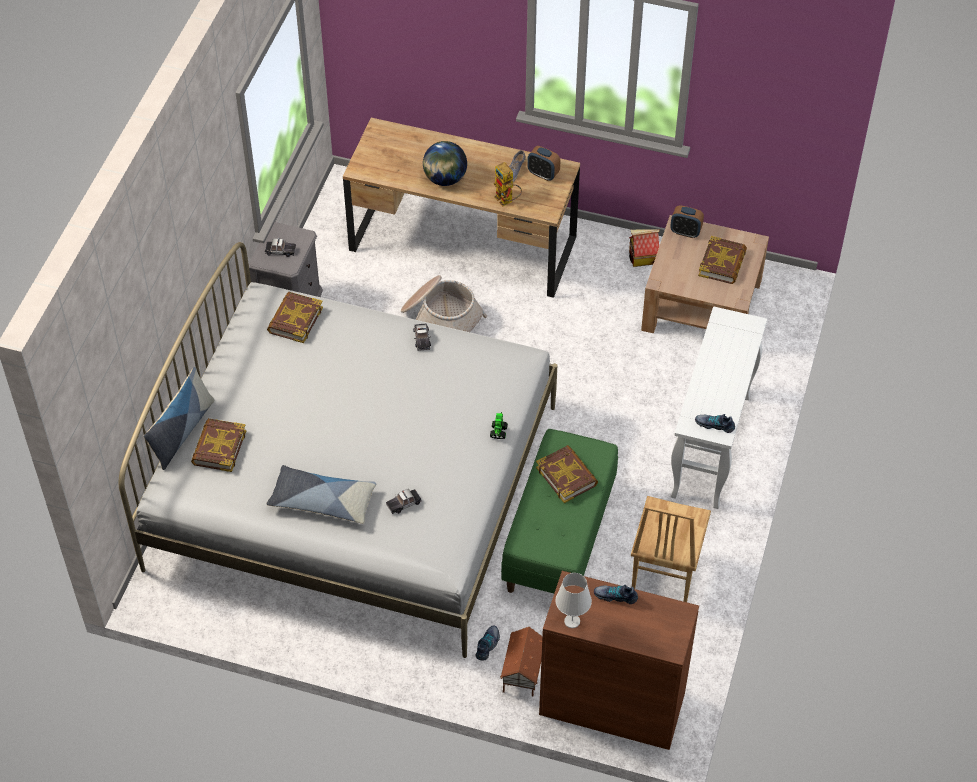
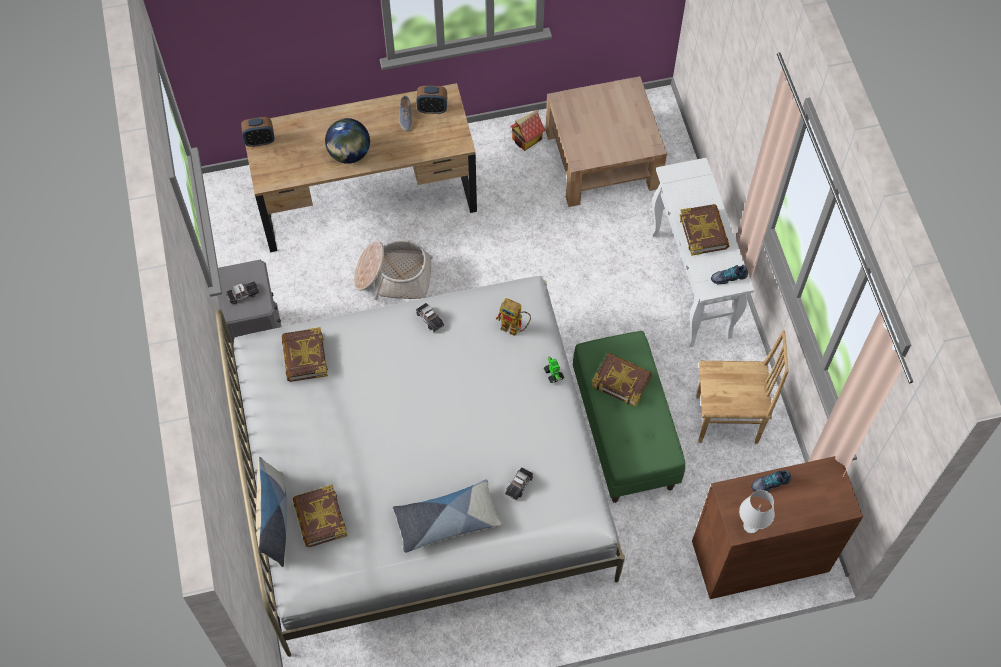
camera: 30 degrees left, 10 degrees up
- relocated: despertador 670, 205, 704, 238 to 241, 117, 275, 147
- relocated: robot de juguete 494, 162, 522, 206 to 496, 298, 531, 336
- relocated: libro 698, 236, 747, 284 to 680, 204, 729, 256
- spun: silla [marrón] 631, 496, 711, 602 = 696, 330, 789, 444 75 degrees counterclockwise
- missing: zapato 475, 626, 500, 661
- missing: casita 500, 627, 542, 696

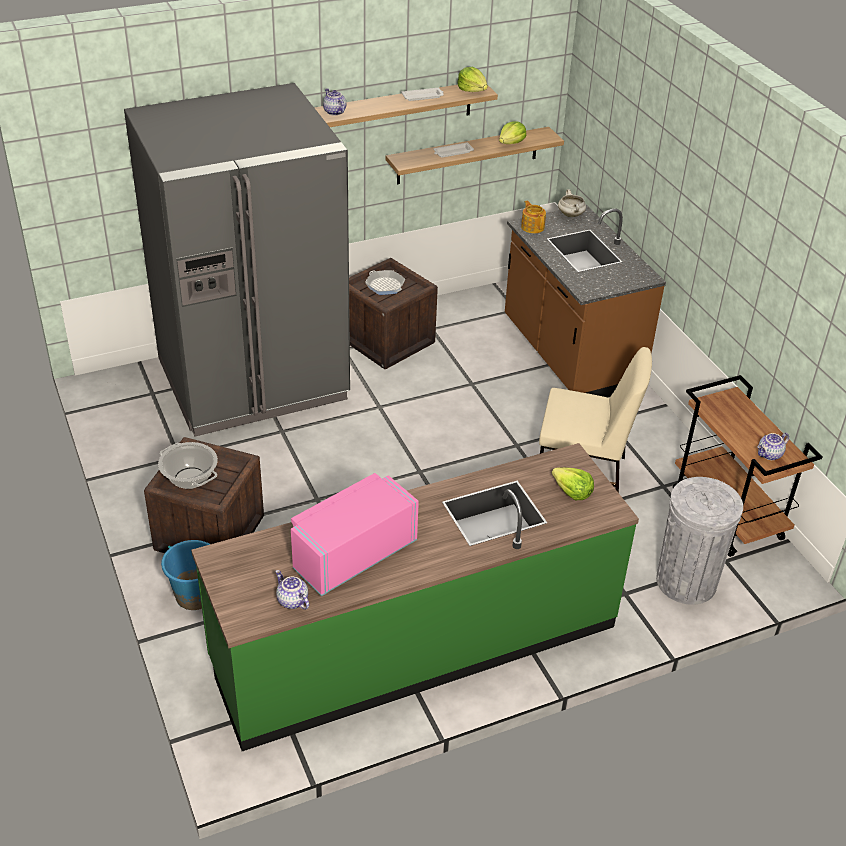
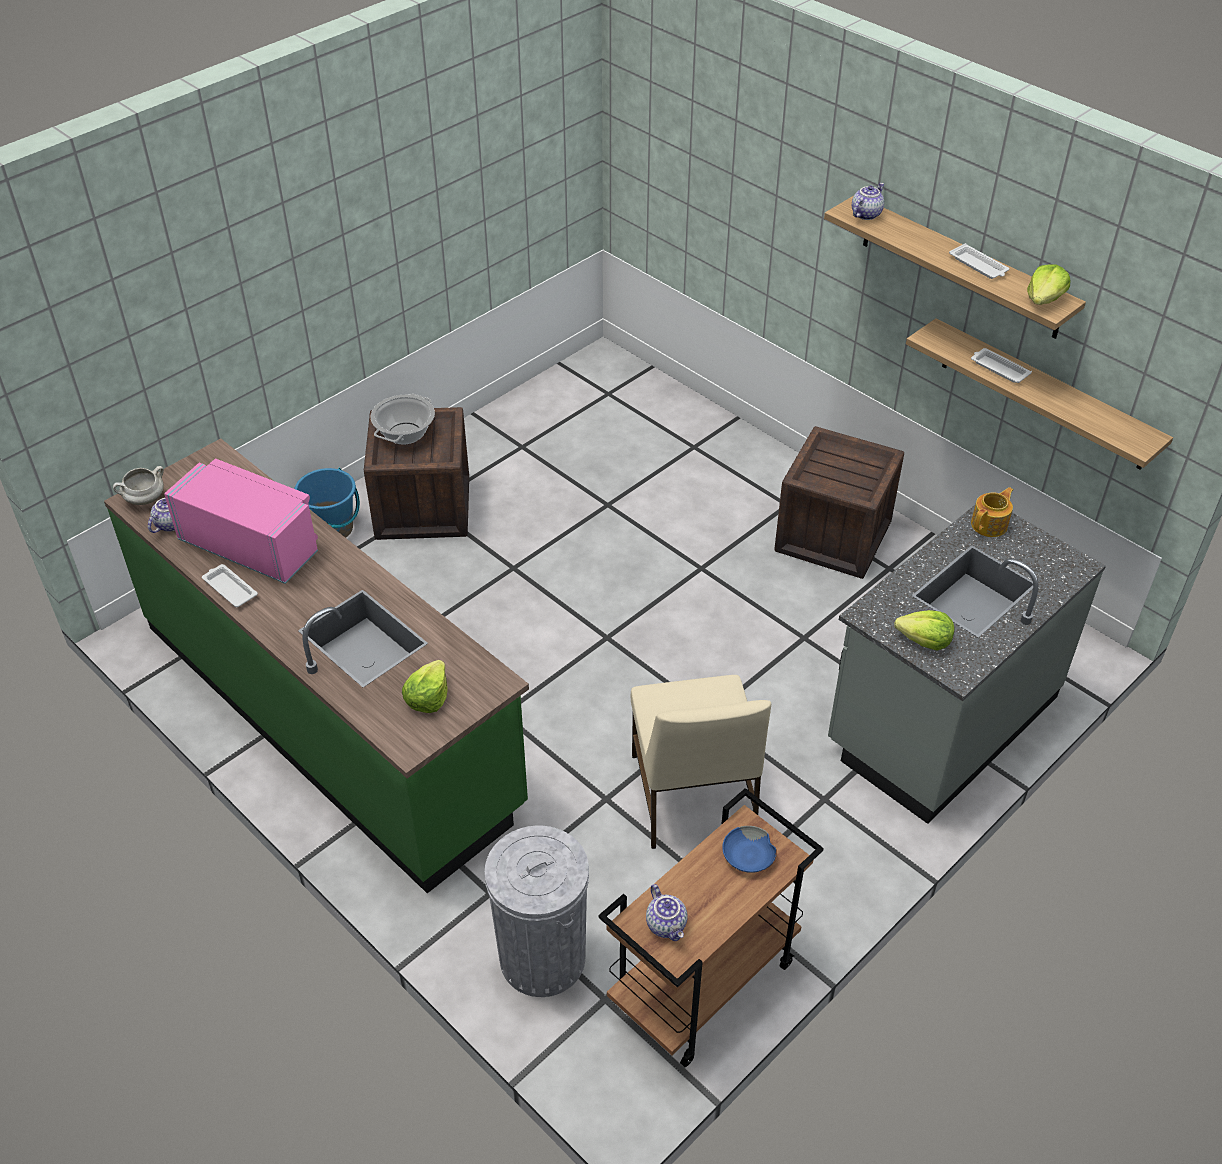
camera: 70 degrees right, 5 degrees up
- relocated: olla [blanco] 558, 189, 586, 217 to 113, 466, 164, 505
- appeared: bandeja [blanco] 202, 564, 258, 607
- spun: tetera 757, 433, 789, 460 = 646, 884, 687, 941 150 degrees counterclockwise
- appeared: cuenco [azul] 722, 826, 777, 873
- colour: mueble bajo de cocina [marrón] 505, 205, 666, 397 to mueble bajo de cocina [gris] 828, 505, 1106, 824
- relocated: lechuga 499, 121, 526, 144 to 894, 610, 954, 651
- missing: nevera [gris] 124, 83, 350, 437
- missing: sartén 365, 270, 405, 295

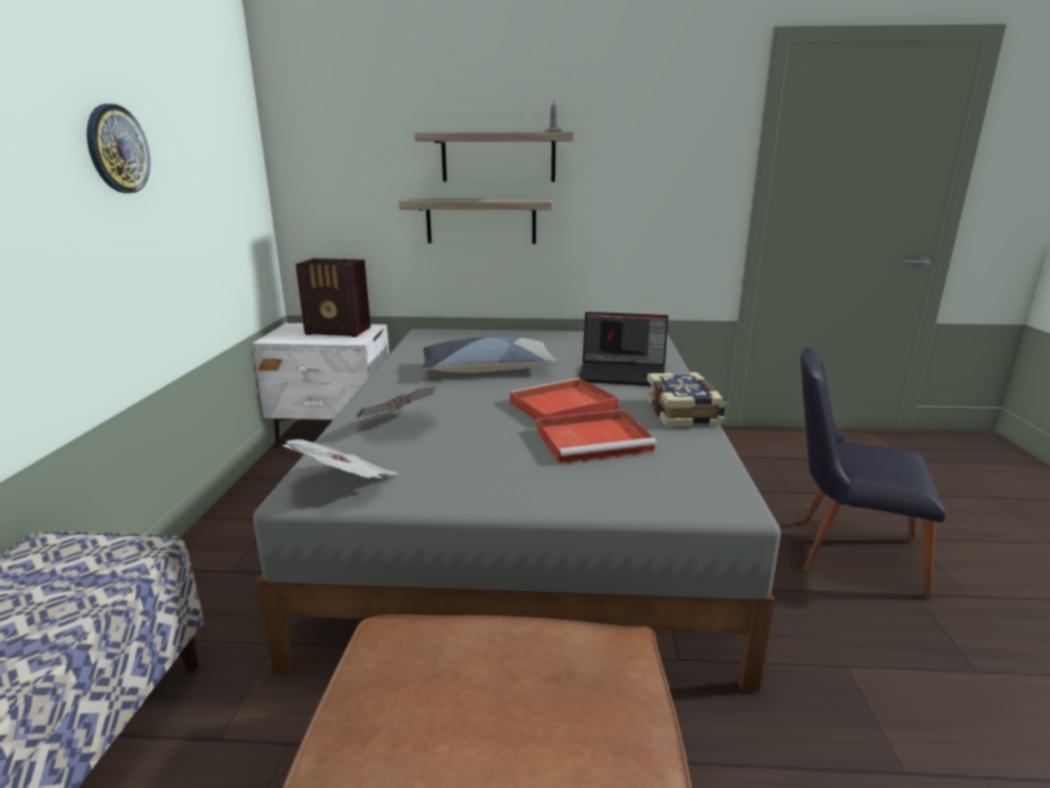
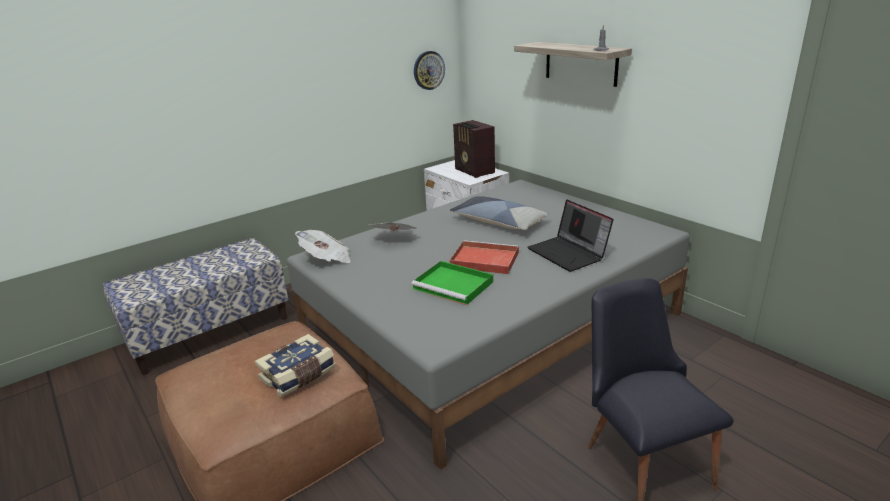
camera: 50 degrees right, 5 degrees up
- relocated: libro 646, 372, 726, 427 to 255, 334, 335, 397
- colour: bandeja [rojo] 536, 409, 657, 464 to bandeja [verde] 411, 261, 493, 305
- relocated: reloj de pared 87, 104, 150, 193 to 414, 51, 445, 90
- missing: estante 399, 198, 553, 244

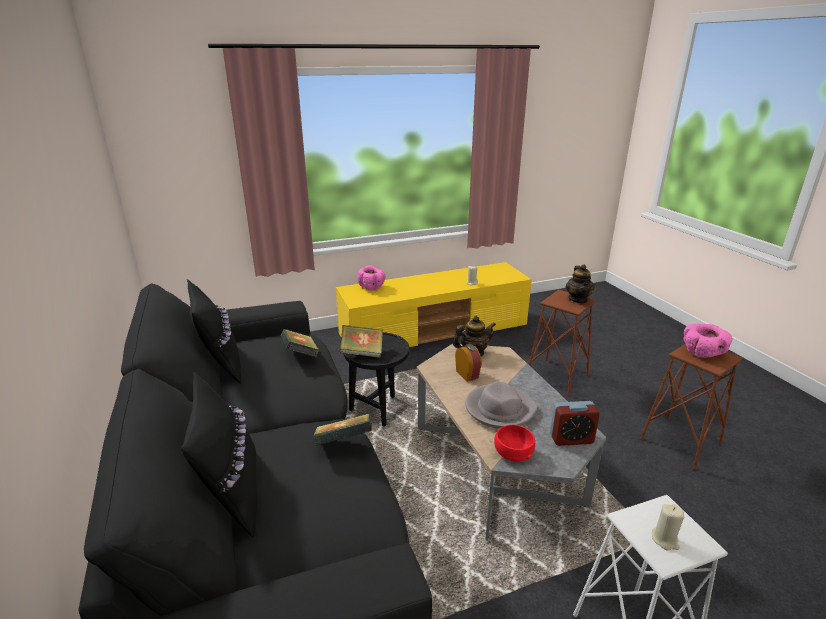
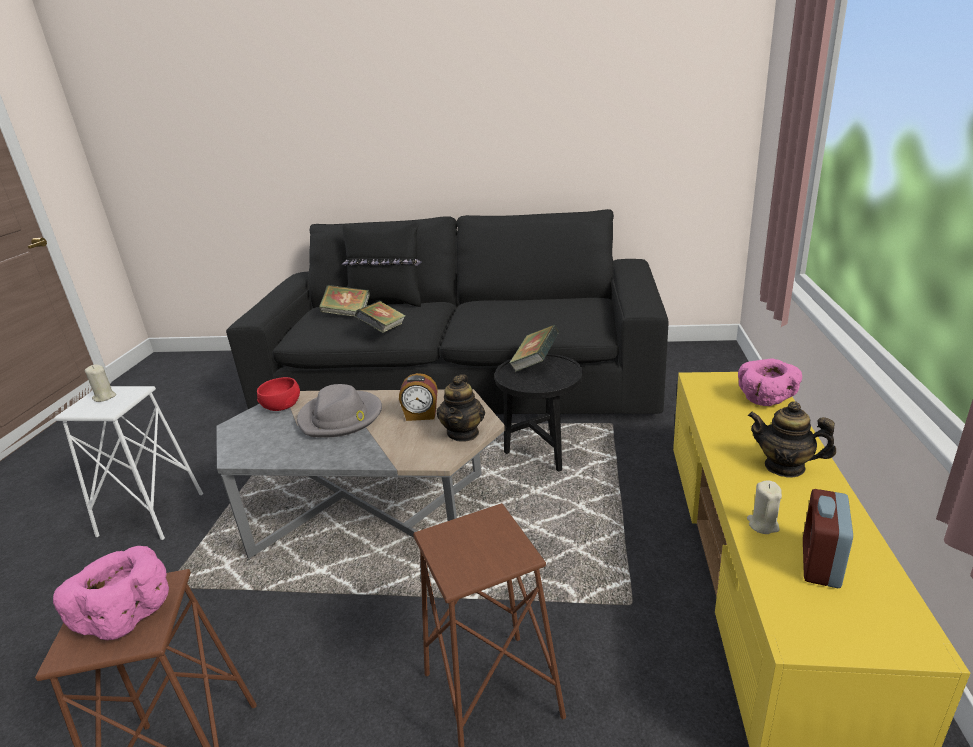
camera: 120 degrees right, 0 degrees up
- relocated: libro 281, 329, 319, 357 to 319, 285, 370, 317
- relocated: tetera 566, 264, 595, 303 to 748, 401, 836, 478
- relocated: despertador 550, 401, 600, 446 to 803, 489, 853, 588
- missing: cojín [negro] 187, 279, 241, 384

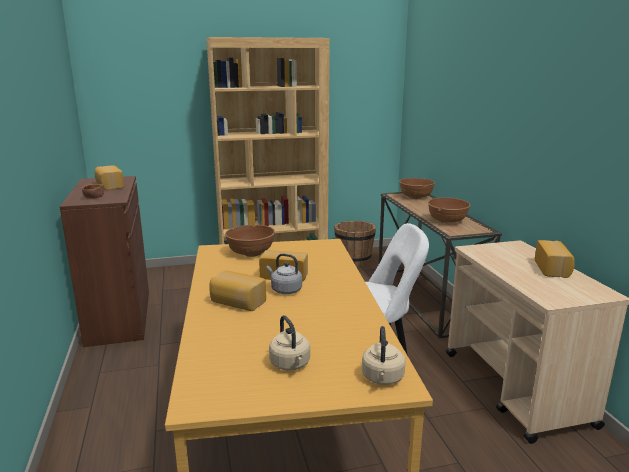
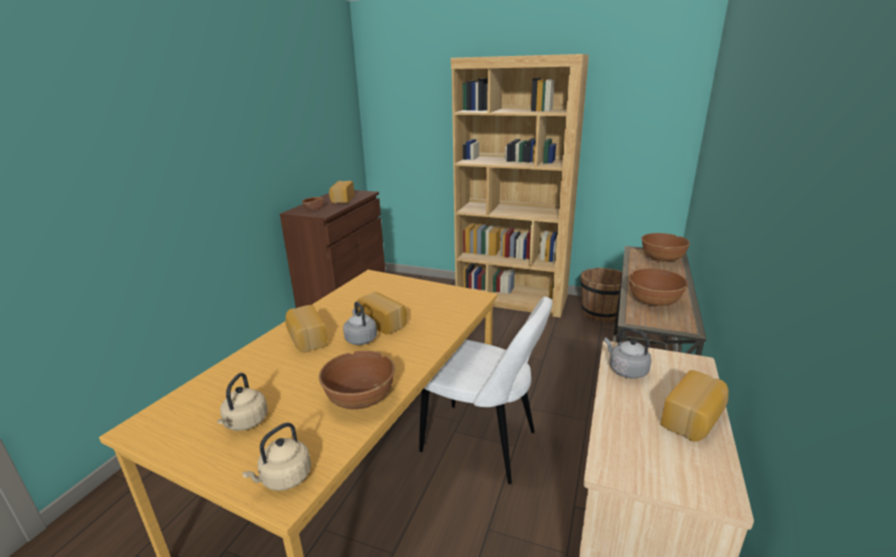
camera: 35 degrees right, 5 degrees up
- relocated: cuenco [marrón] 225, 225, 275, 257 to 319, 351, 395, 409
- appeared: hervidor [gris] 604, 328, 651, 379

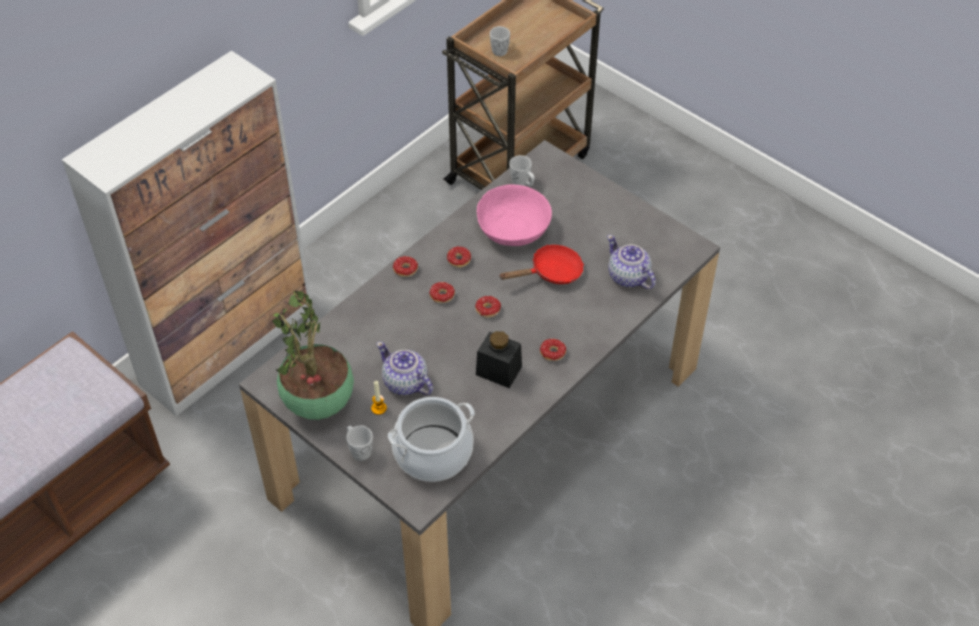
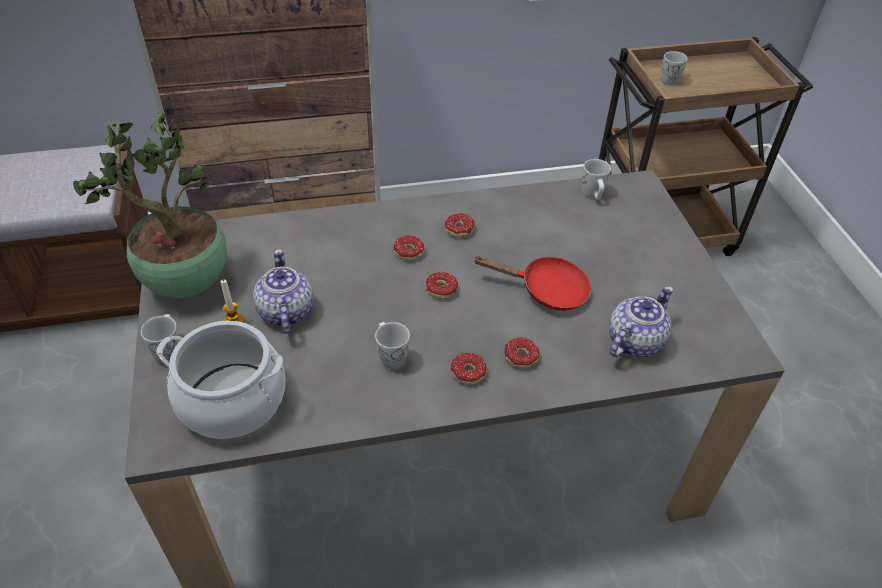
camera: 35 degrees right, 5 degrees down
- exchanged: tarro [negro] 476, 331, 522, 388 to taza grande [blanco] 375, 322, 410, 370
- relocated: rosquilla 393, 256, 418, 277 to 504, 337, 540, 376
- spun: tetera 607, 235, 656, 289 = 609, 286, 674, 357 45 degrees clockwise
- missing: cuenco [rosa] 477, 184, 552, 246

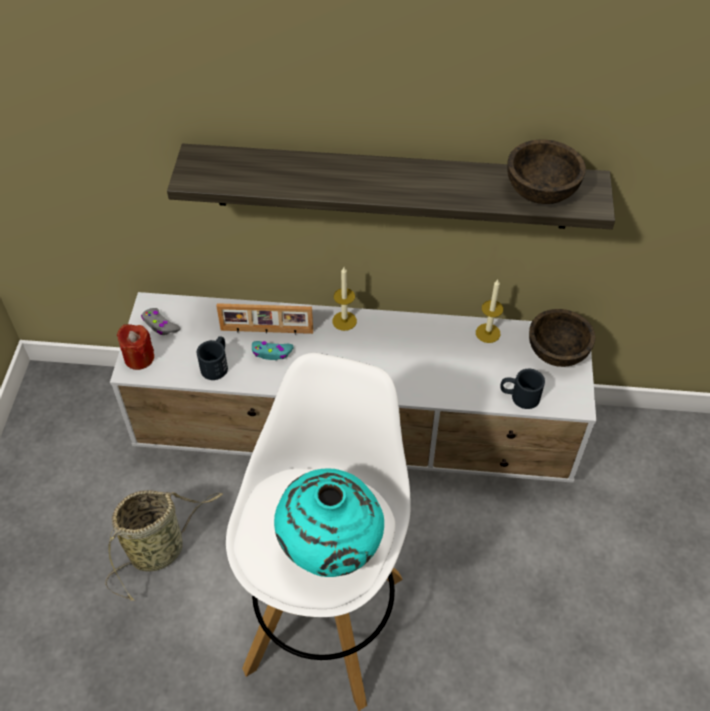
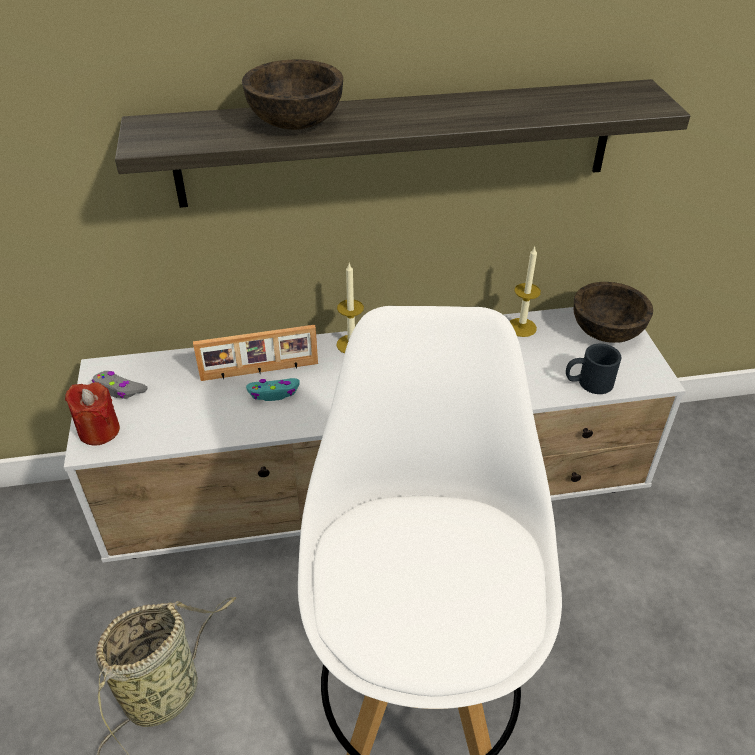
camera: 15 degrees left, 10 degrees down
- relocated: cuenco [marrón] 508, 140, 586, 204 to 242, 59, 343, 130
- missing: taza grande [negro] 197, 336, 228, 380
- missing: florero [turquesa] 274, 469, 384, 577

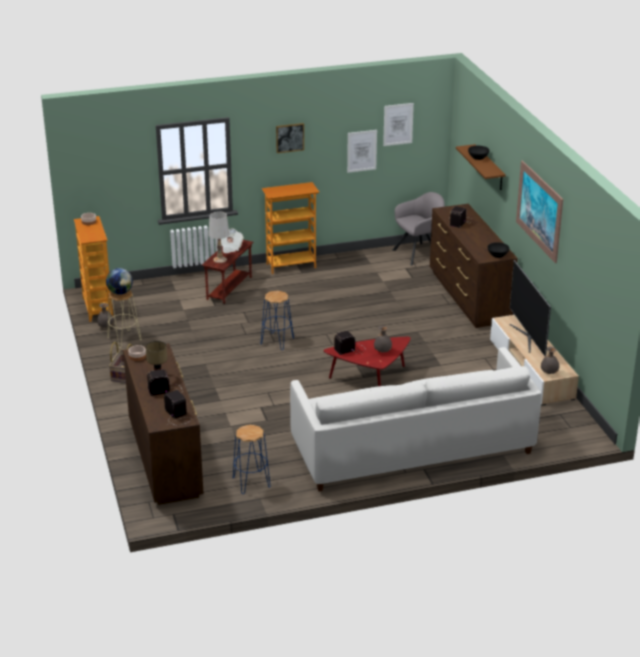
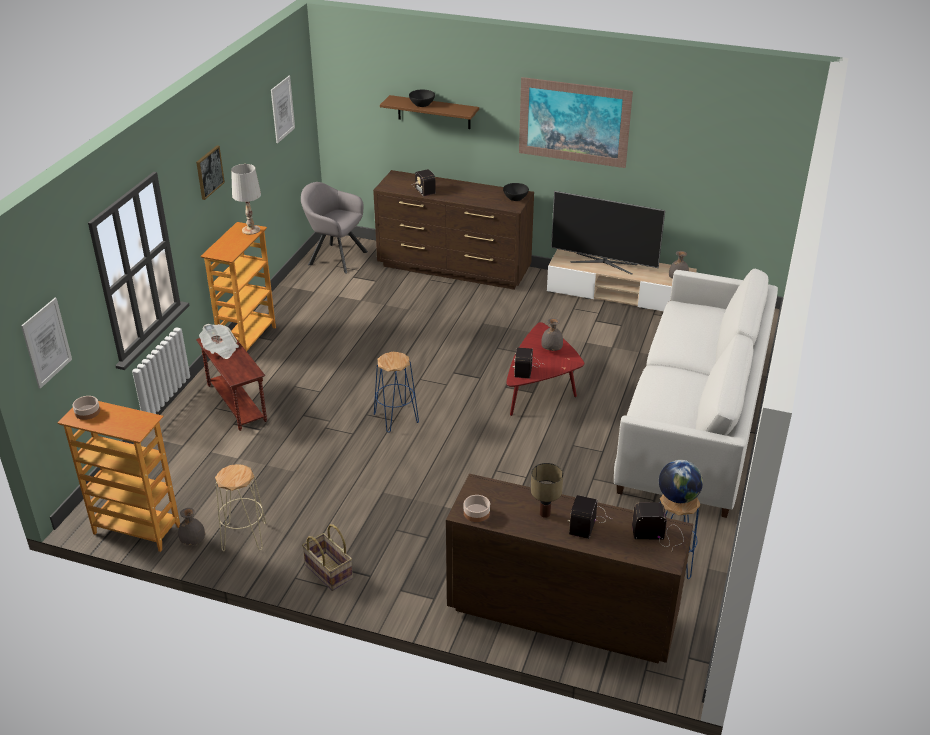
camera: 55 degrees left, 5 degrees up
- relocated: cuadro 347, 130, 377, 173 to 21, 298, 72, 389
- relocated: lámpara de mesa [blanco] 208, 211, 229, 263 to 231, 164, 261, 235
- spun: sillón [gris] 392, 192, 445, 266 = 301, 182, 368, 274 75 degrees counterclockwise
- relocated: globo terráqueo 106, 268, 133, 295 to 659, 460, 703, 503

